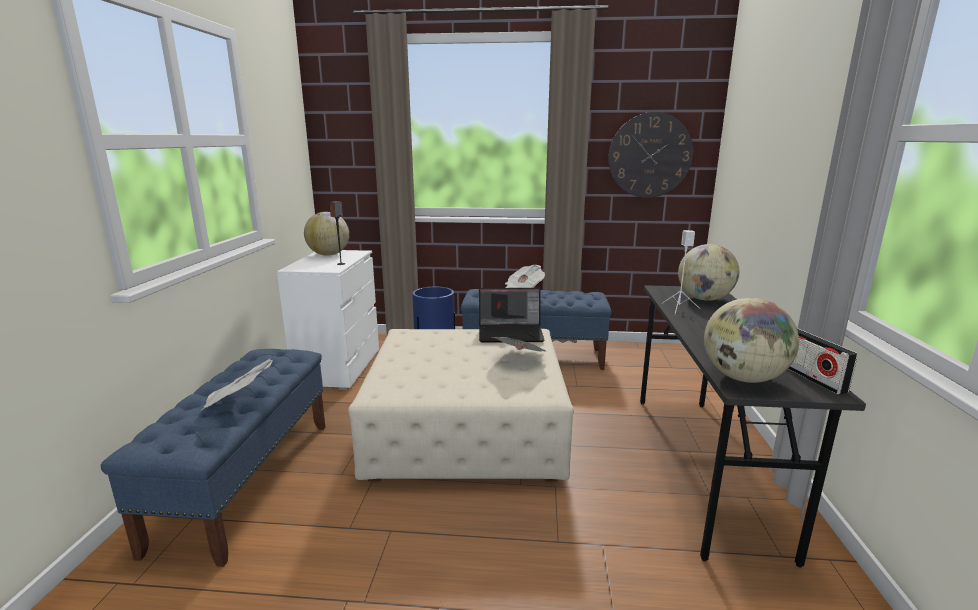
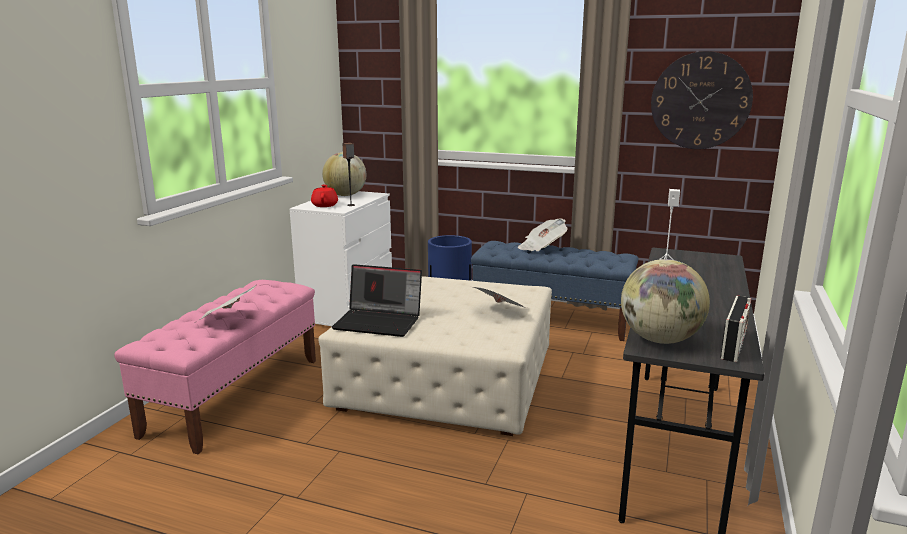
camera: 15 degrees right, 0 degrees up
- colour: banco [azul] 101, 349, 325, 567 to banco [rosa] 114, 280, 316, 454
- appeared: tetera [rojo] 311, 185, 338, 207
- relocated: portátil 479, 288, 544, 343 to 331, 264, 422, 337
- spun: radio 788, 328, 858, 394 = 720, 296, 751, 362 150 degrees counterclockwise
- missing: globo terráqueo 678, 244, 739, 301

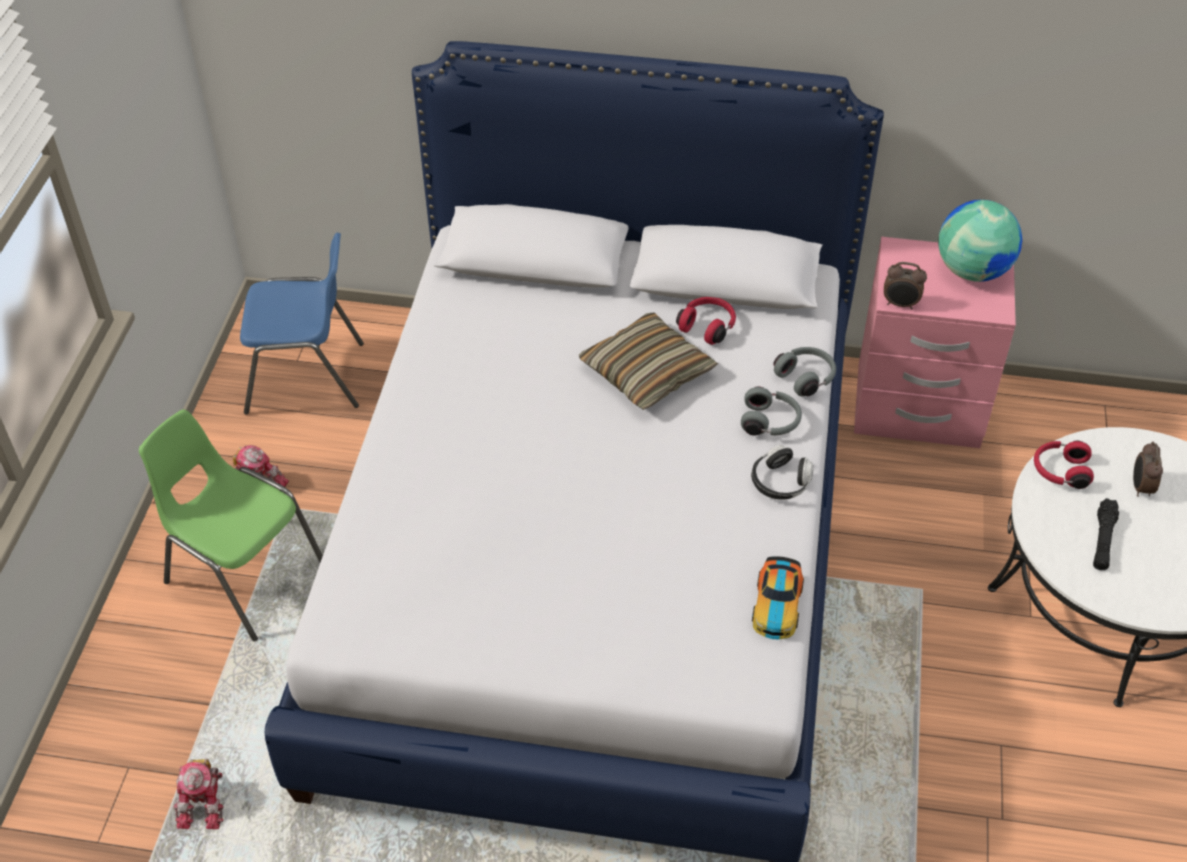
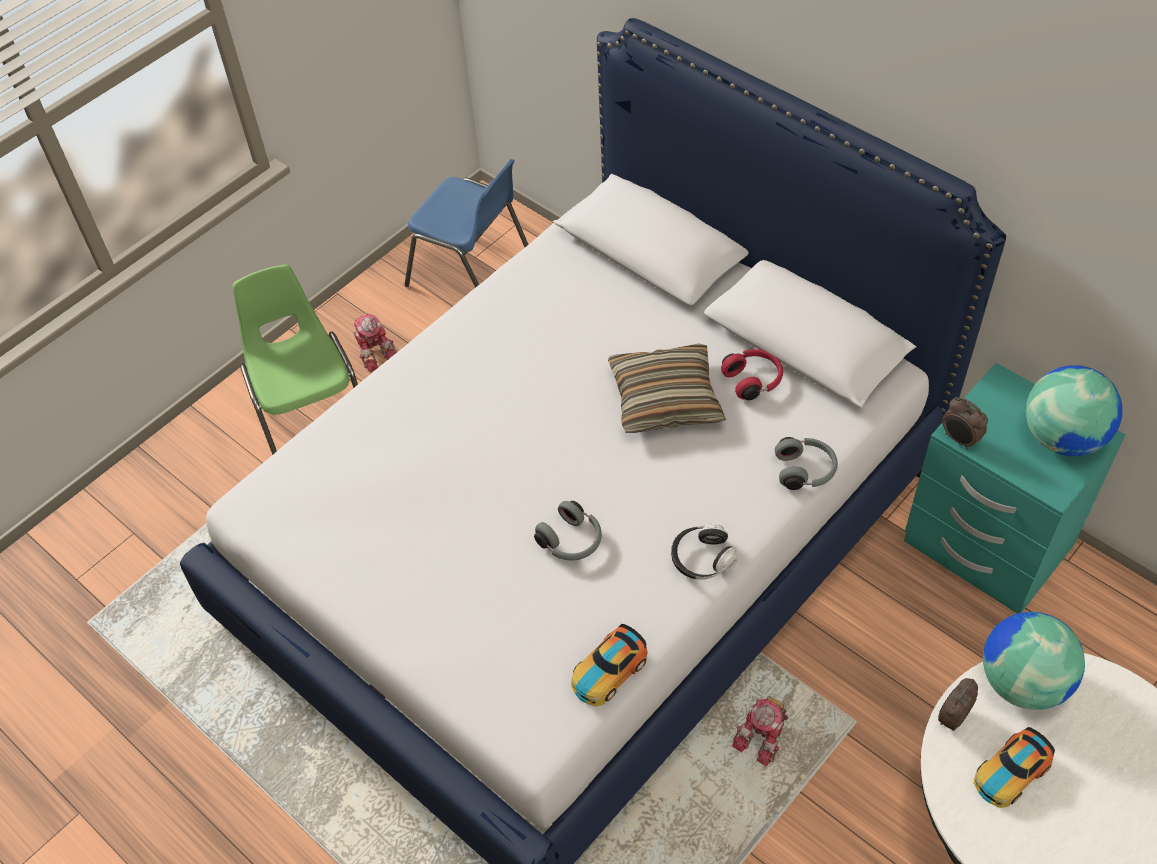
camera: 35 degrees right, 5 degrees up
- relocated: auriculares [gris] 741, 386, 802, 436 to 534, 501, 602, 561
- relocated: robot de juguete 174, 759, 223, 829 to 732, 696, 788, 766
- colour: mesita de noche [rosa] 854, 237, 1016, 448 to mesita de noche [turquesa] 904, 363, 1125, 614
- relocated: despertador 1133, 441, 1163, 497 to 938, 678, 978, 731
- exchanged: linterna [negro] 1093, 498, 1119, 570 to coche de juguete 974, 727, 1055, 808
- exchanged: auriculares [rojo] 1034, 441, 1094, 489 to globo terráqueo 983, 612, 1085, 710

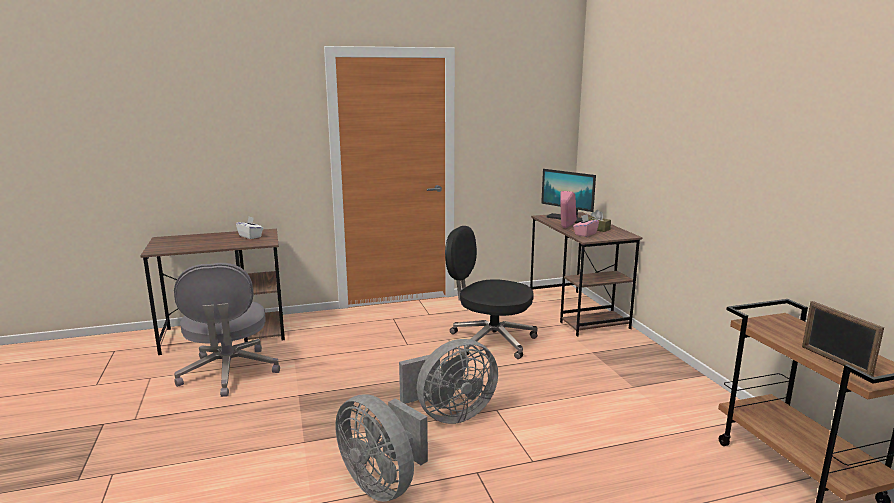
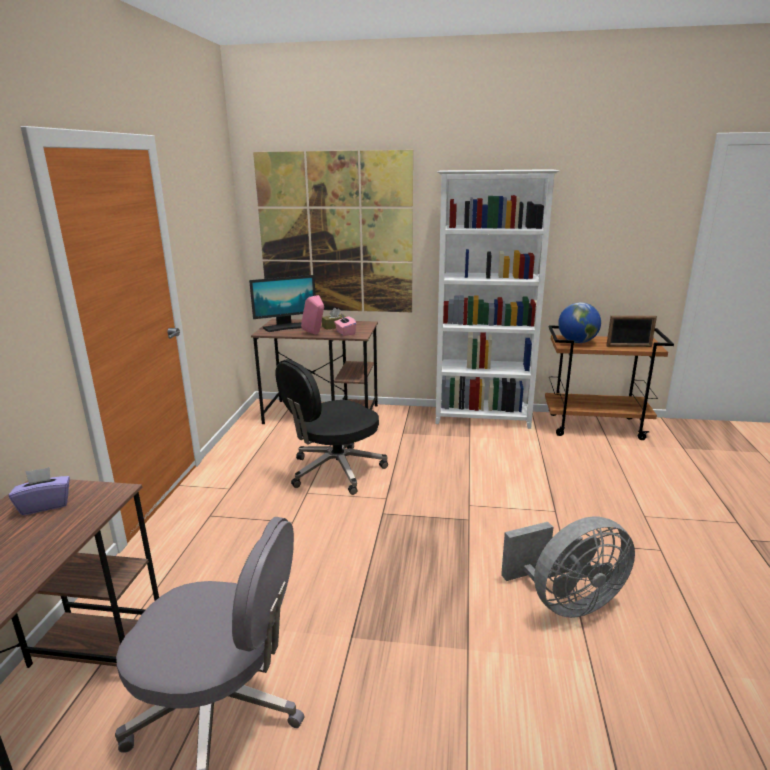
camera: 65 degrees left, 5 degrees up
- colour: caja de pañuelos [blanco] 236, 217, 263, 239 to caja de pañuelos [morado] 9, 467, 70, 515
- appeared: cuadro 253, 150, 413, 312
- appeared: estantería [blanco] 436, 169, 559, 429
- appeared: globo terráqueo 558, 302, 601, 343
- missing: ventilador [gris] 399, 339, 498, 424

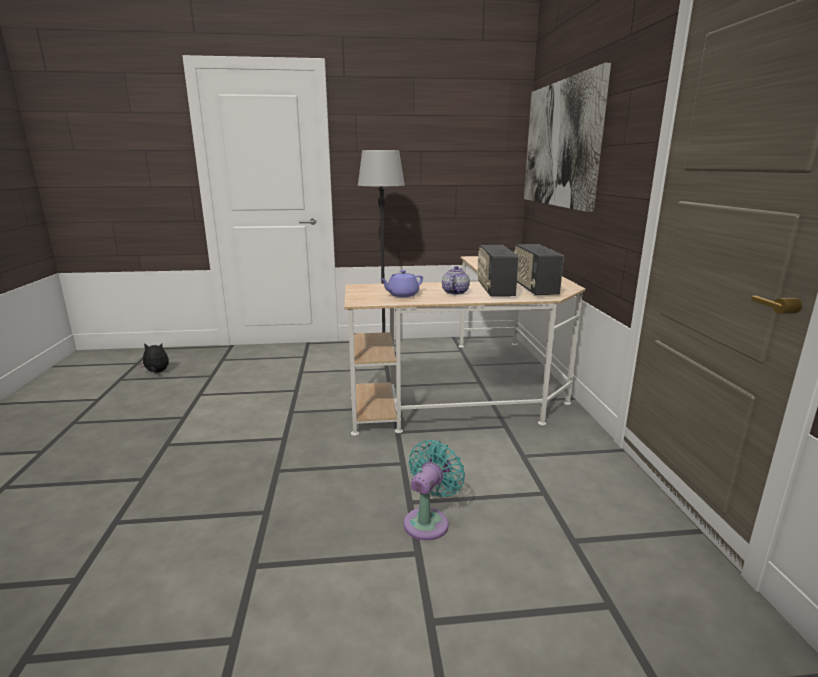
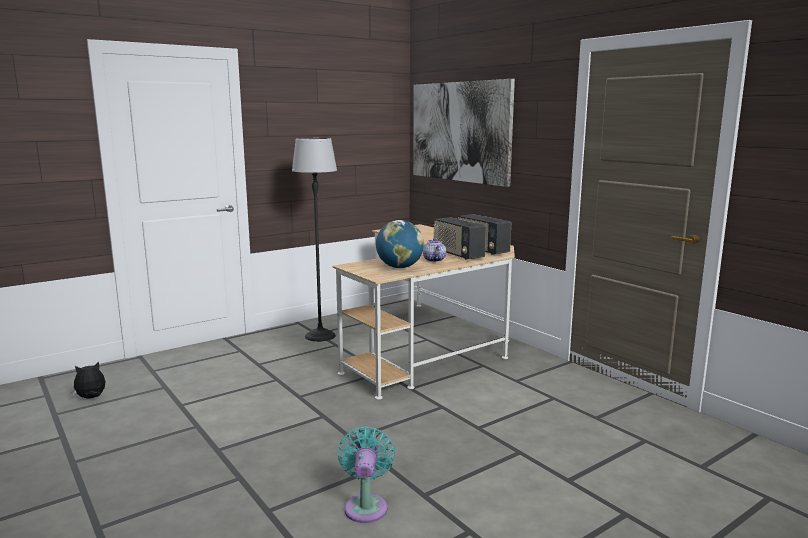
camera: 30 degrees left, 5 degrees down
- relocated: ventilador [turquesa] 404, 440, 465, 540 to 337, 426, 395, 523
- exchanged: tetera [morado] 380, 270, 423, 297 to globo terráqueo 376, 220, 424, 268

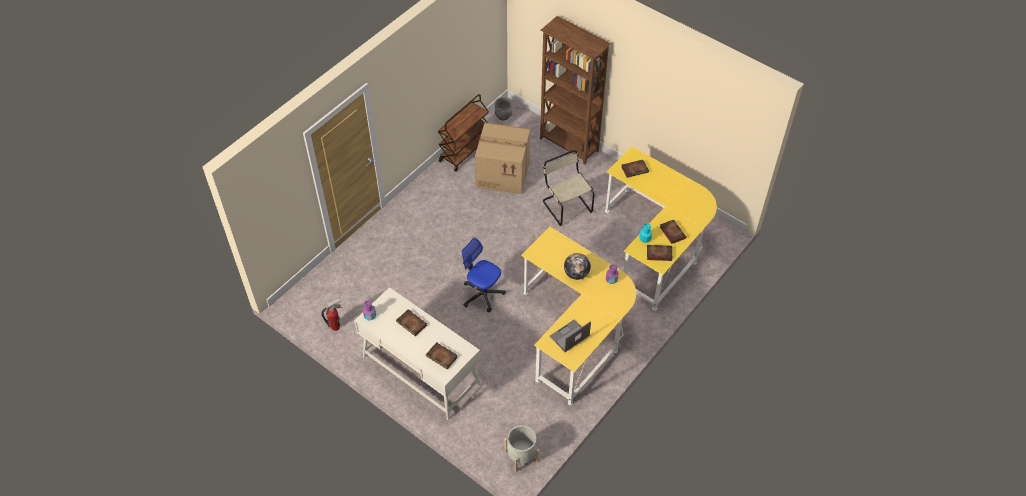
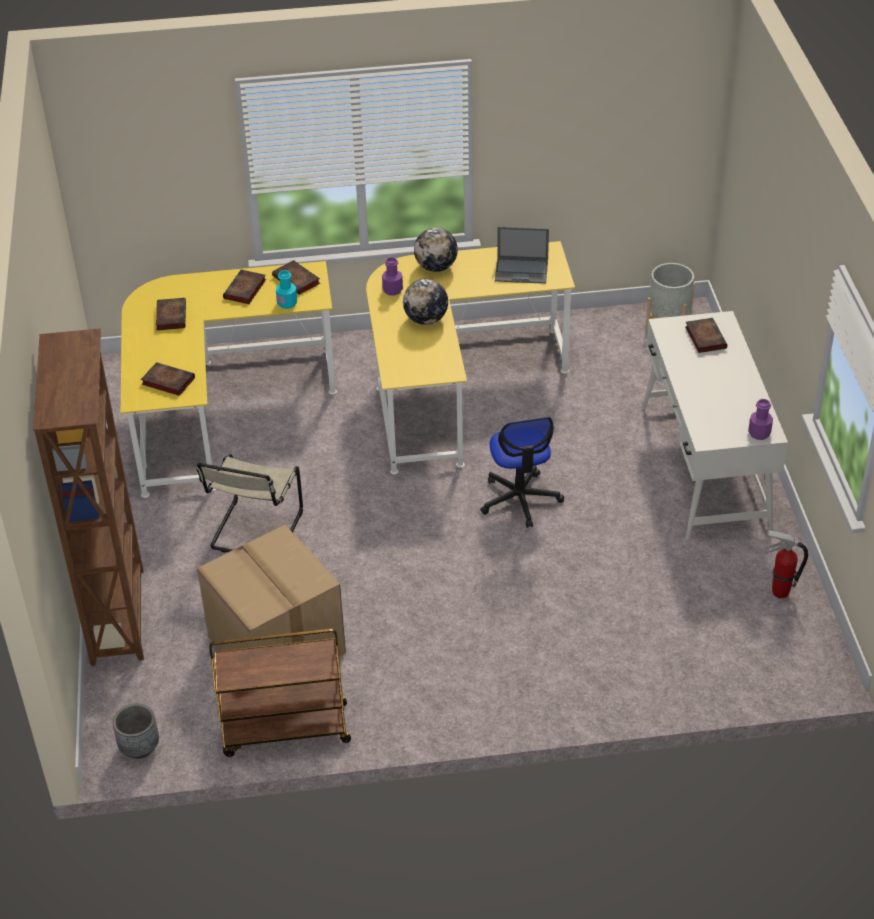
camera: 135 degrees left, 10 degrees down
- relocated: libro 396, 309, 427, 336 to 156, 298, 186, 330
- appeared: globo terráqueo 414, 228, 458, 272

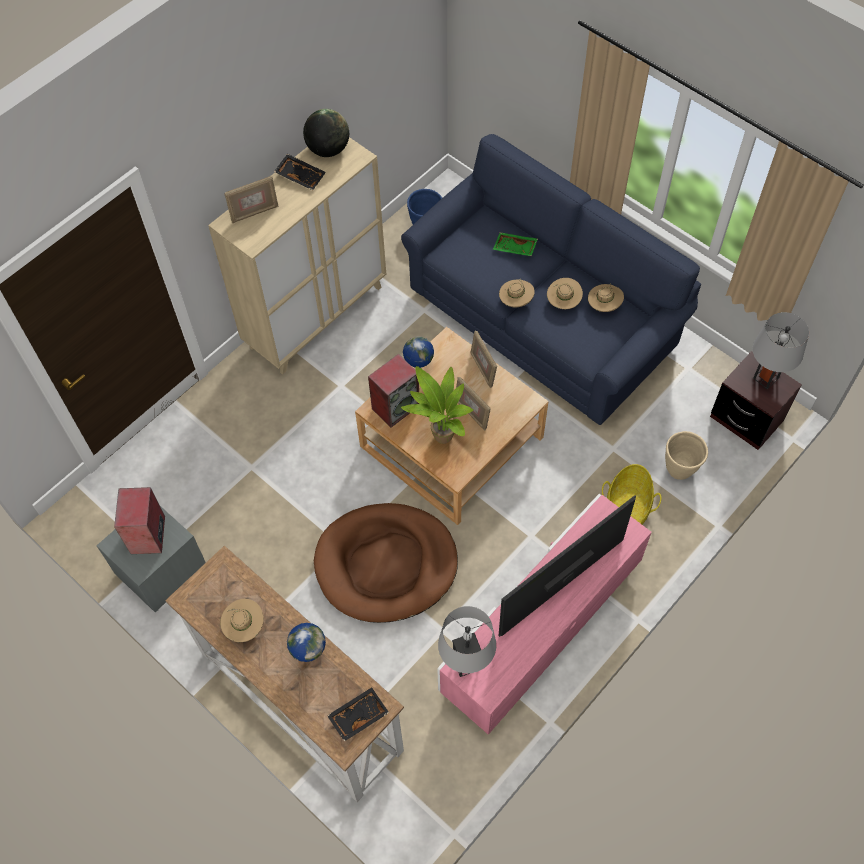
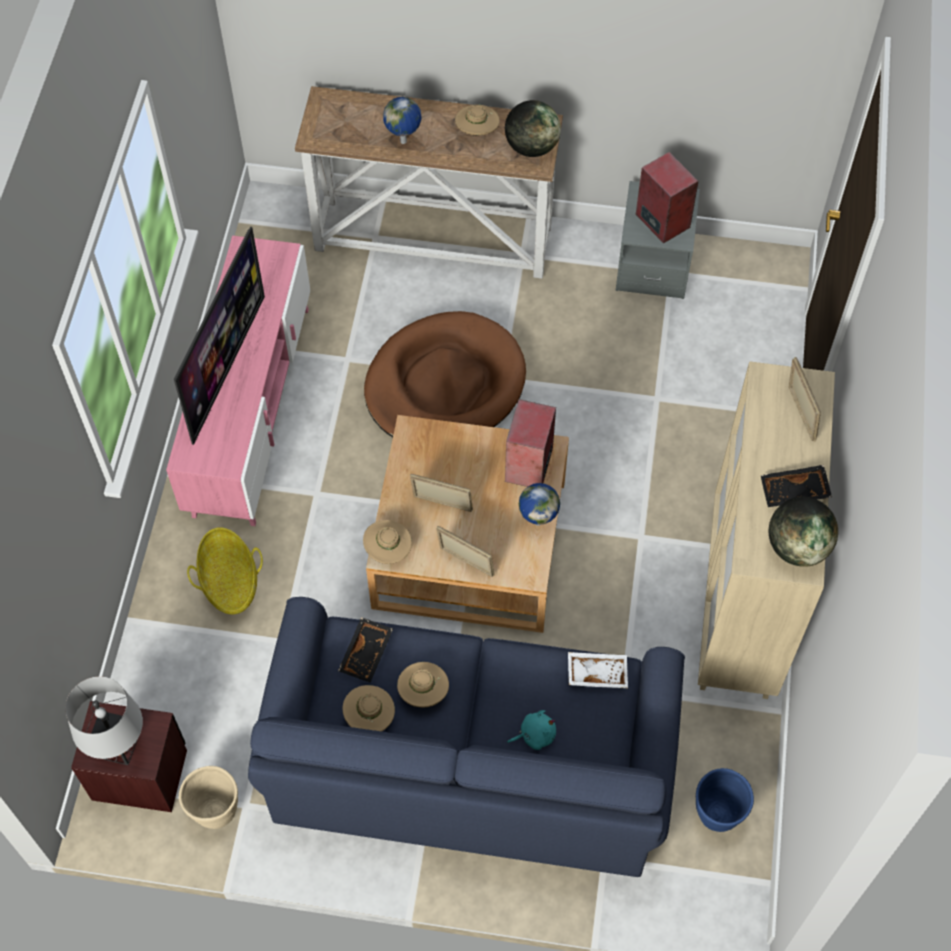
camera: 145 degrees right, 0 degrees up
- relocated: maceta [beis] 665, 431, 708, 480 to 179, 766, 238, 829
- relocated: bandeja [negro] 327, 687, 389, 741 to 338, 617, 393, 682
- relocated: sombrero [beis] 499, 279, 535, 307 to 363, 520, 412, 564
- appeared: globo terráqueo 505, 100, 561, 157
- exchanged: bandeja [verde] 493, 232, 538, 256 to peluche [turquesa] 507, 710, 556, 750
- appeared: bandeja [blanco] 568, 652, 628, 688
- spun: portarretratos 225, 176, 278, 223 = 789, 357, 821, 441 135 degrees clockwise
- missing: planta en maceta 401, 366, 473, 444
- missing: lámpara de mesa [gris] 438, 606, 496, 677

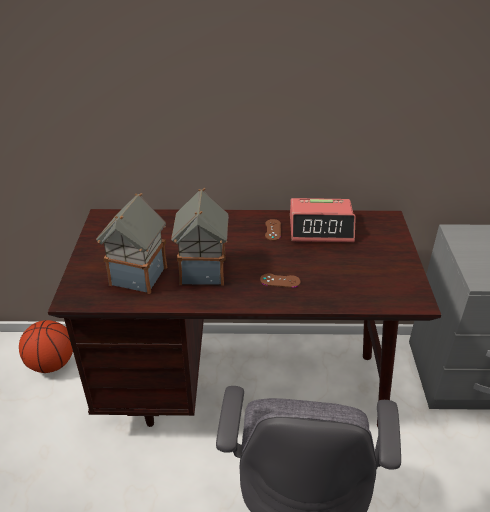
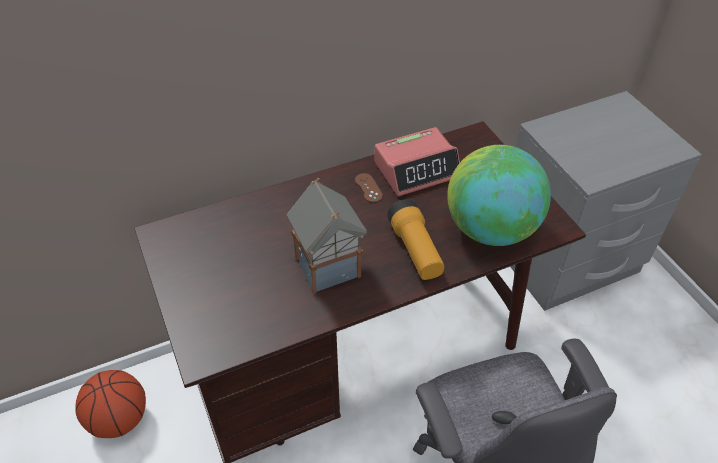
camera: 25 degrees left, 10 degrees up
- exchanged: mando de consola [marrón] 260, 273, 301, 288 to linterna 388, 199, 444, 280
- appeared: globo terráqueo 447, 145, 551, 246
- missing: casita 96, 193, 167, 294

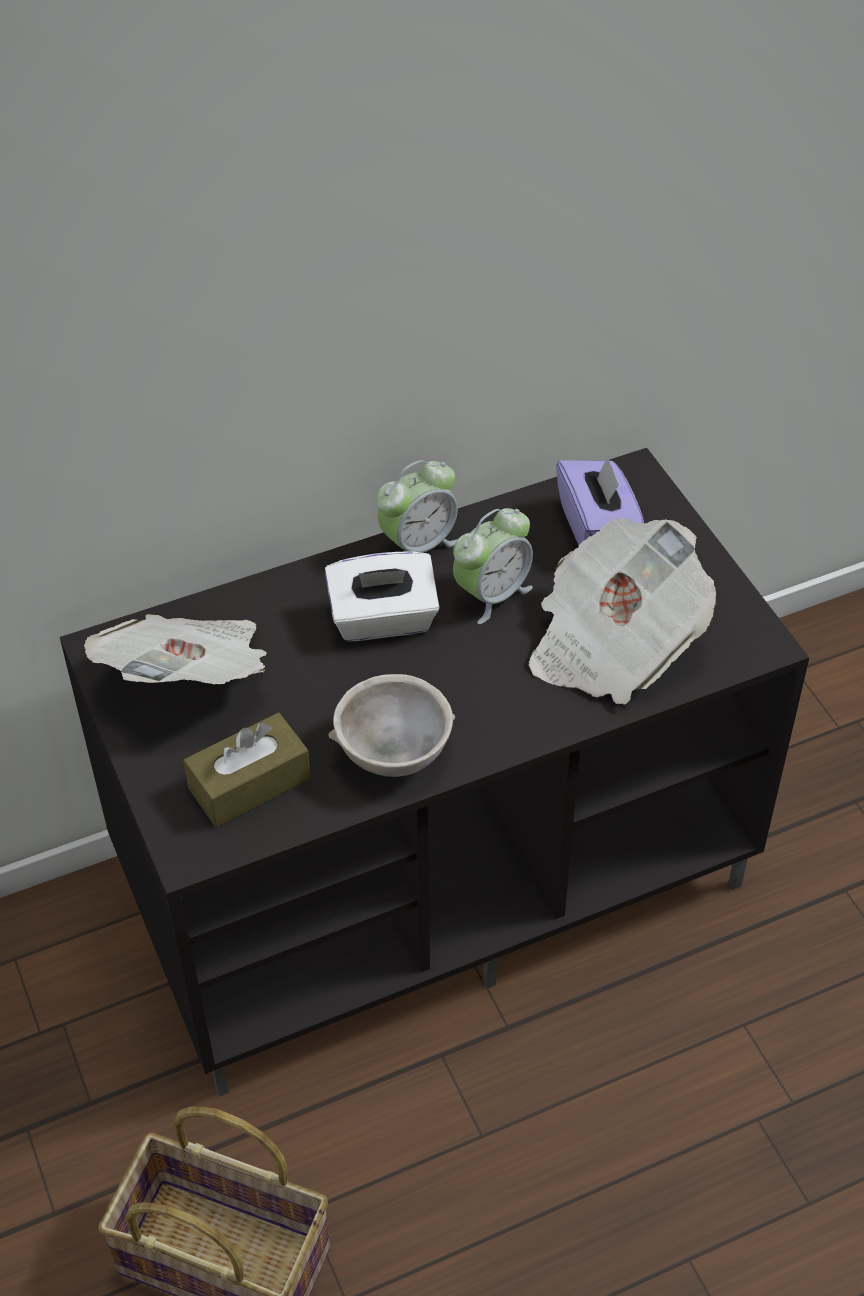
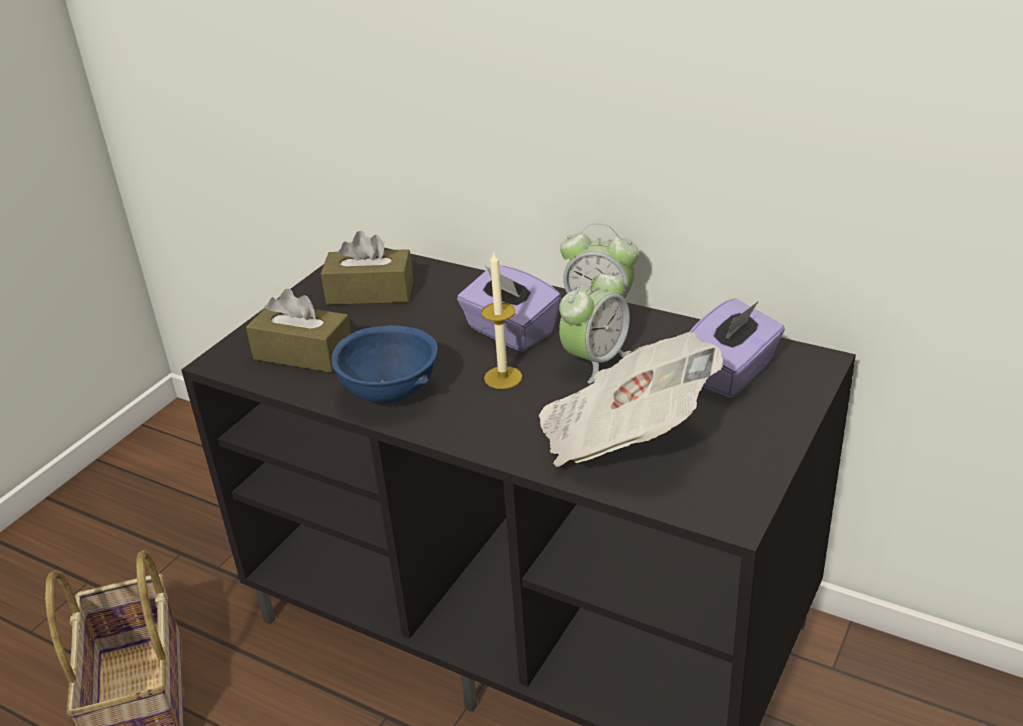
camera: 55 degrees right, 15 degrees down
- exchanged: periódico 84, 614, 267, 684 to caja de pañuelos [marrón] 321, 231, 413, 305
- colour: cuenco [gris] 328, 674, 455, 777 to cuenco [azul] 331, 325, 438, 403
- colour: caja de pañuelos [blanco] 325, 551, 439, 641 to caja de pañuelos [morado] 457, 265, 561, 352
- appeared: vela 481, 252, 522, 389
- spun: despertador 453, 508, 533, 624 = 559, 268, 631, 384 60 degrees counterclockwise

